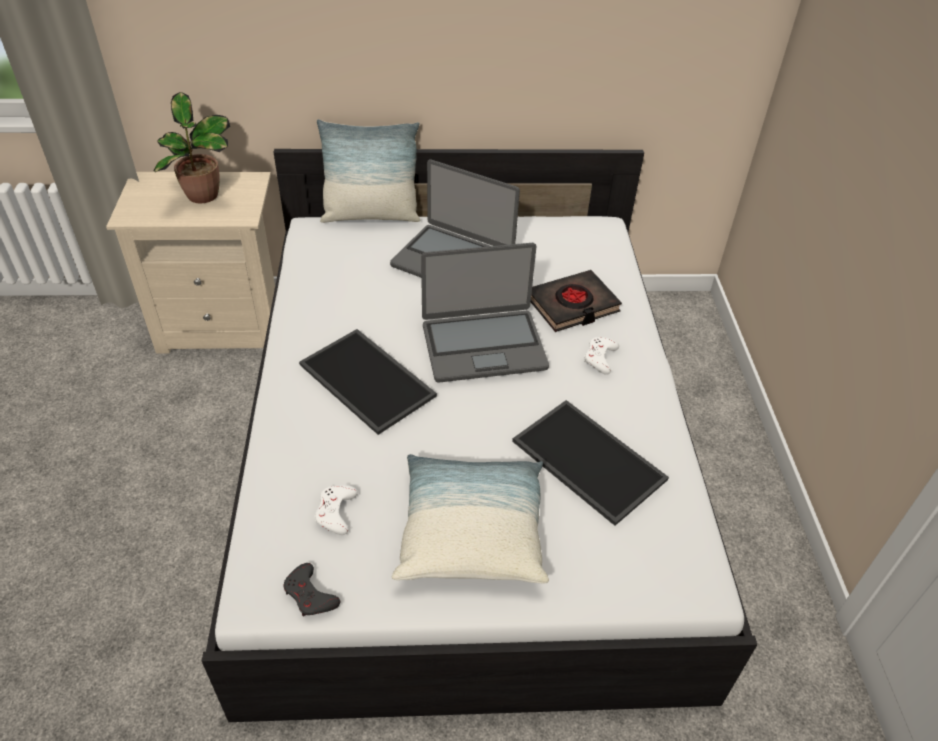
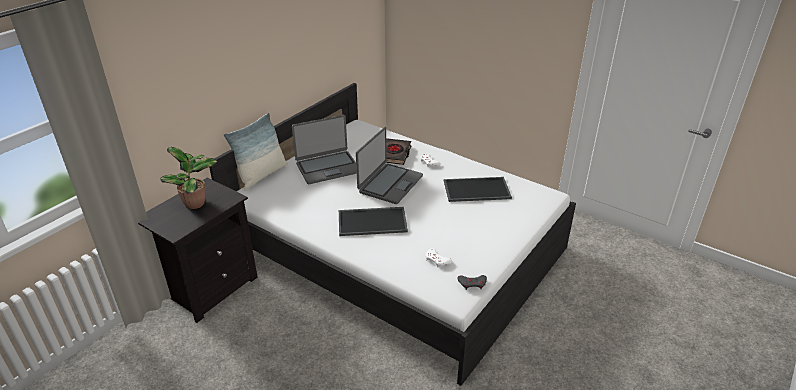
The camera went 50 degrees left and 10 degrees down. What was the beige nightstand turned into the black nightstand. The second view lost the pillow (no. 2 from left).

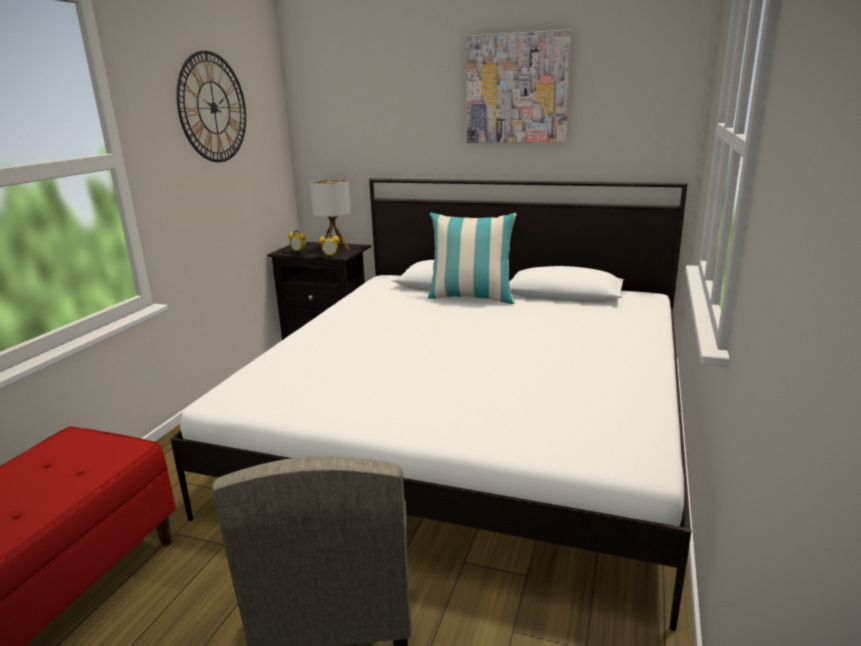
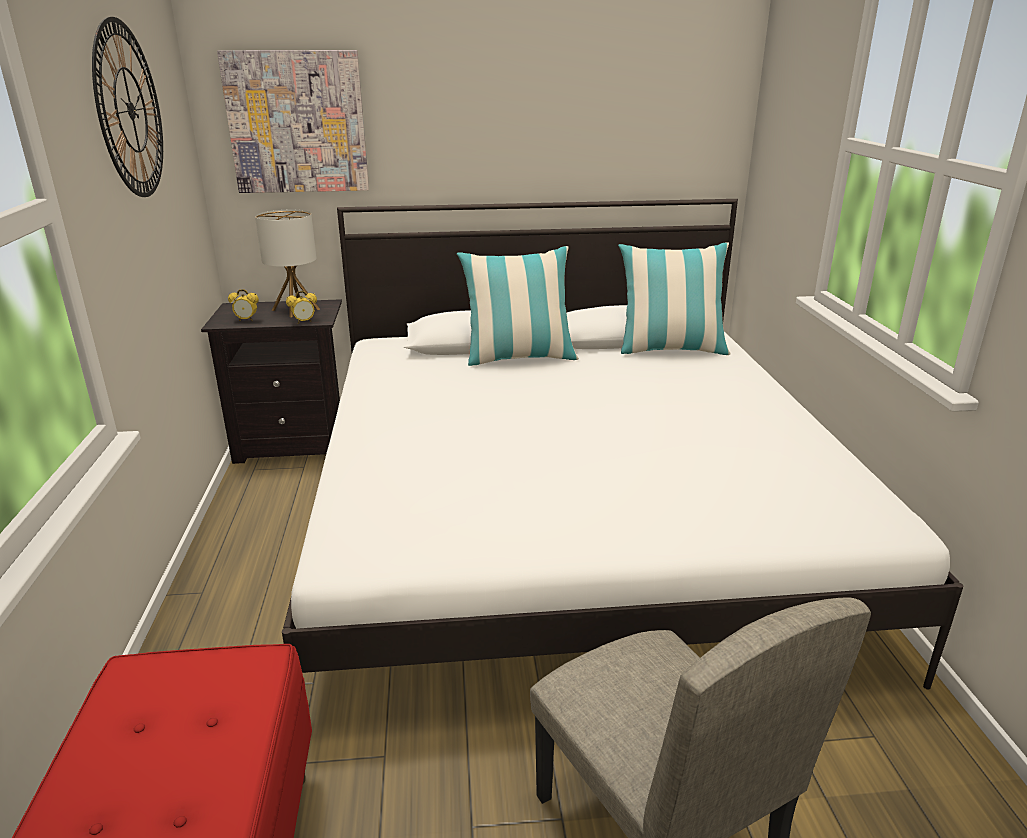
The camera went 25 degrees left and 5 degrees up. The picture ended up elsewhere. The second view gained the pillow (no. 2 from left).

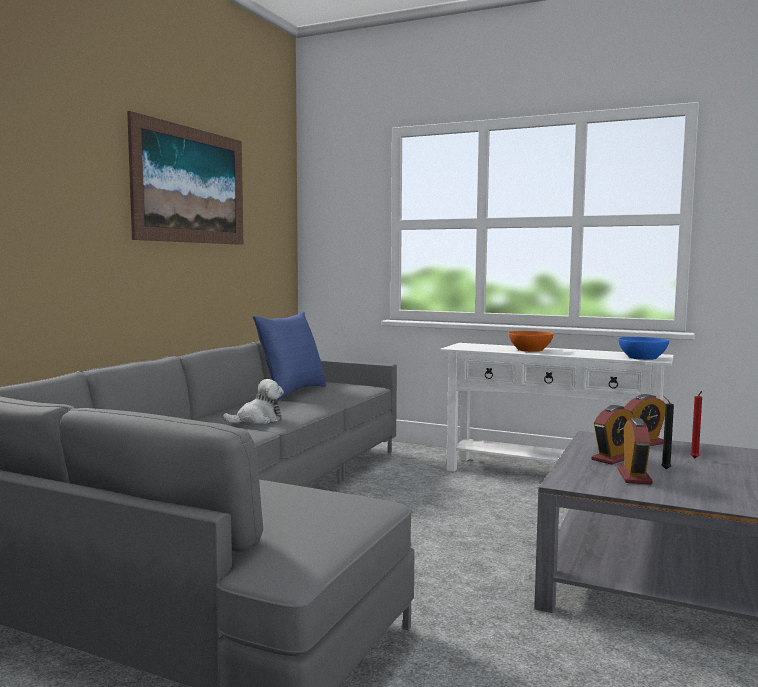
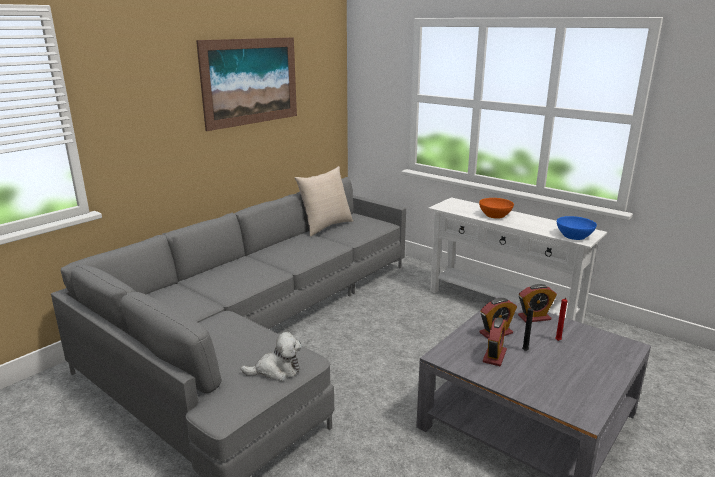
The camera went 15 degrees right and 15 degrees up. The plush toy ended up elsewhere. What was the blue pillow turned into the beige pillow.

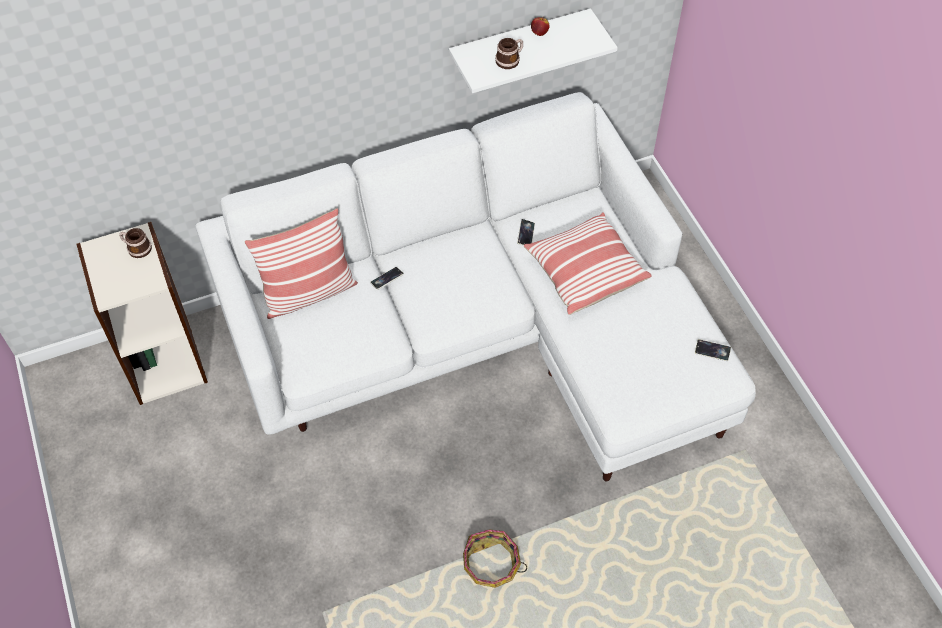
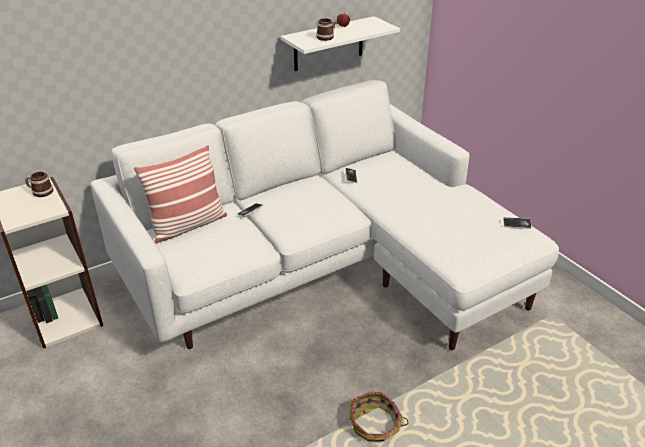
The camera went 10 degrees left and 20 degrees down. The second view lost the pillow (no. 2 from left).

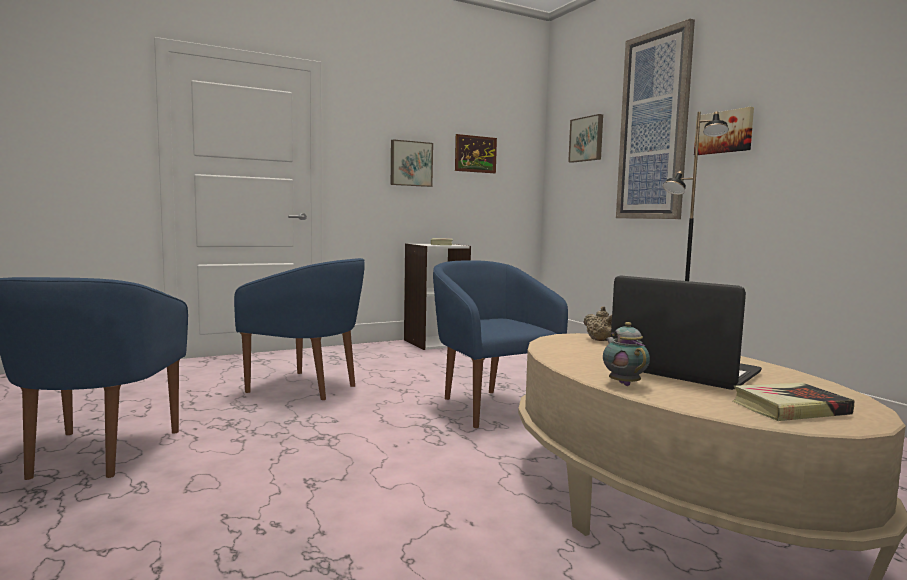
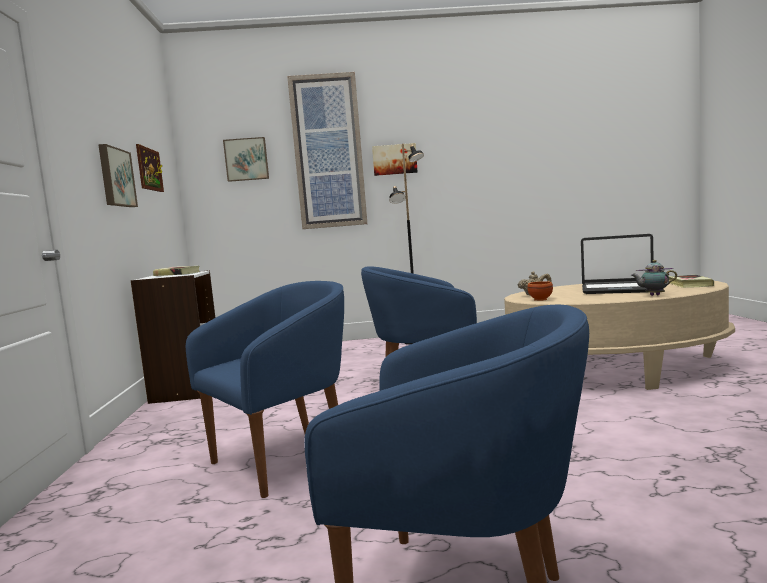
The camera went 65 degrees left and 0 degrees up. The second view gained the brown bowl. The laptop ended up facing another way, 135 degrees counterclockwise from before.

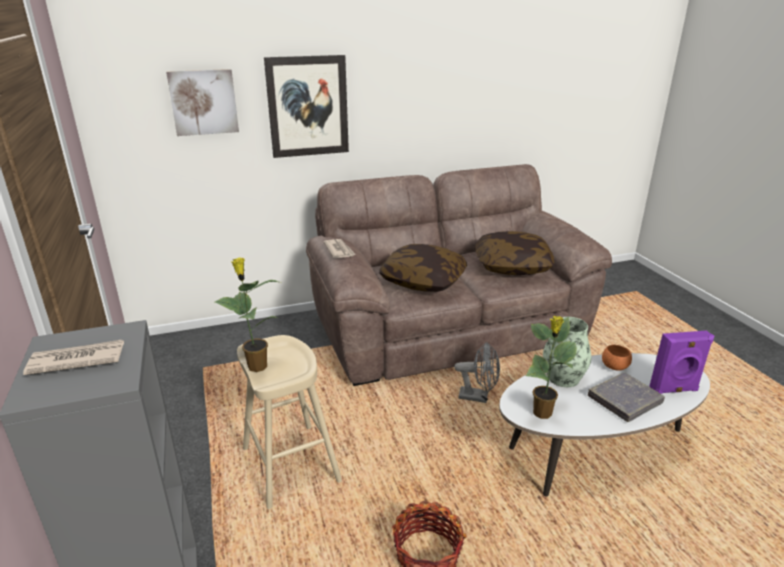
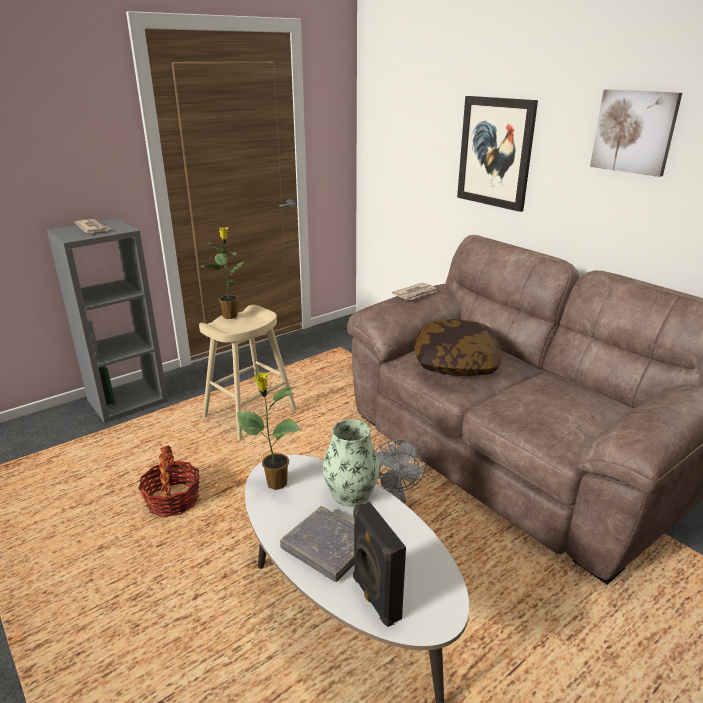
The camera went 70 degrees right and 0 degrees up. What was the purple speaker turned into the black speaker. The picture (no. 1 from left in the first image) ended up elsewhere. The second view lost the pillow (no. 2 from left). The second view lost the orange bowl.

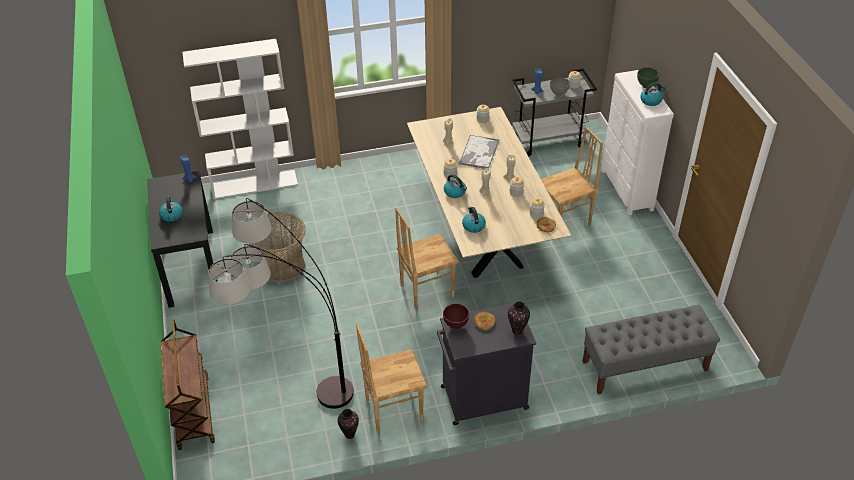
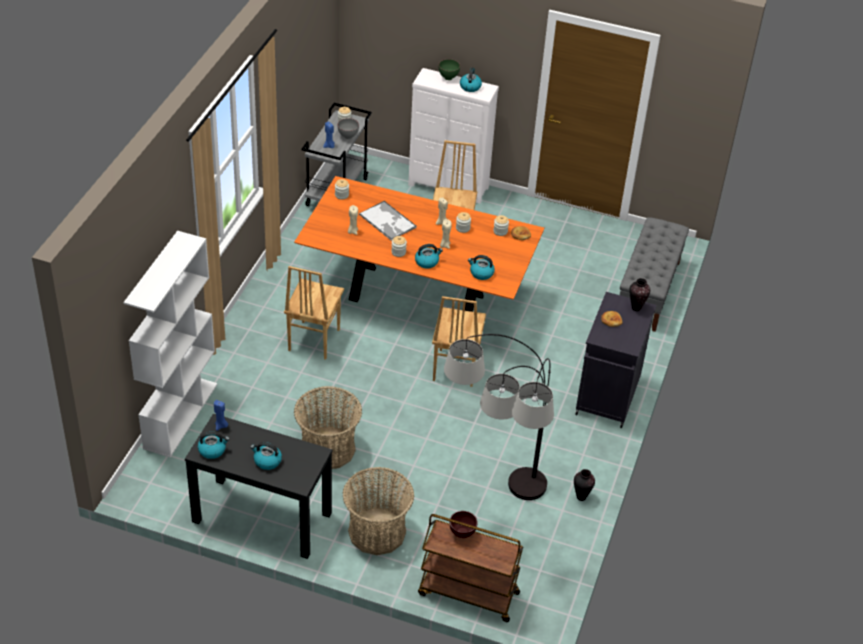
The camera went 60 degrees left and 0 degrees up. The second view gained the kettle (no. 1 from left). The brown chair (no. 1 from left) ended up elsewhere. What was the beige dining table turned into the orange dining table. The second view gained the basket (no. 2 from left). The brown bowl ended up elsewhere.

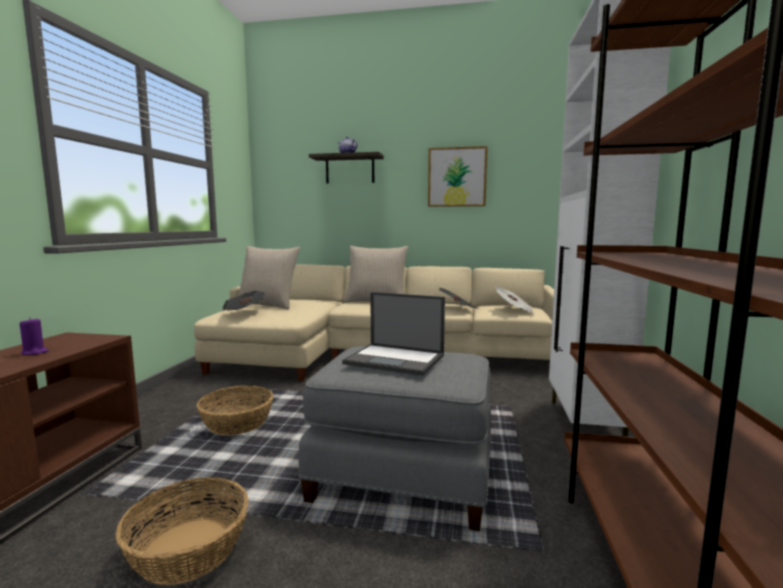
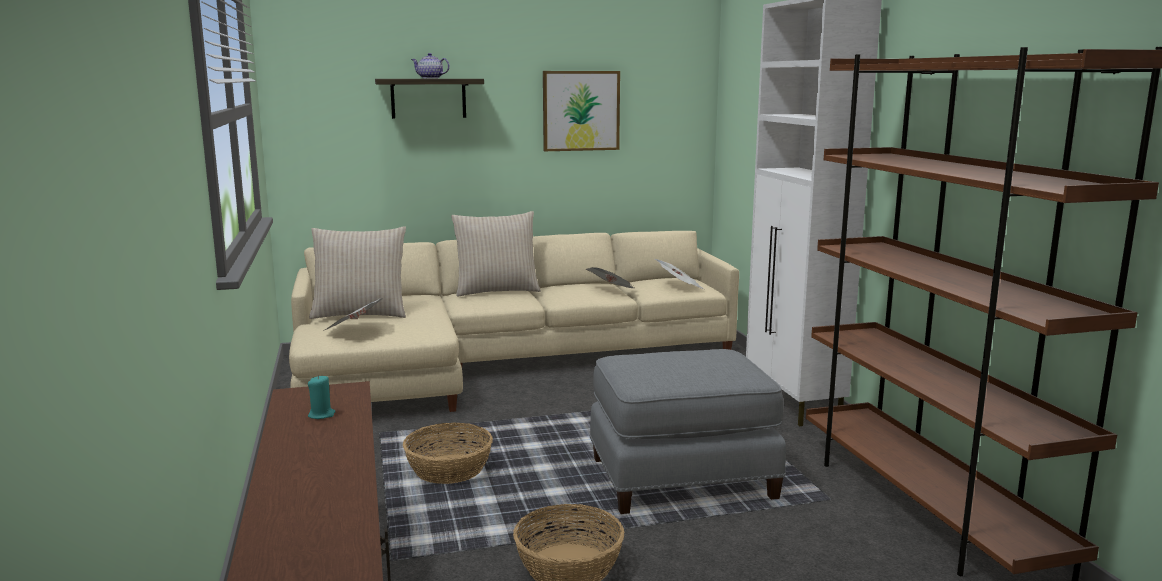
The camera went 25 degrees left and 5 degrees up. What was the purple candle turned into the turquoise candle. The second view lost the laptop.

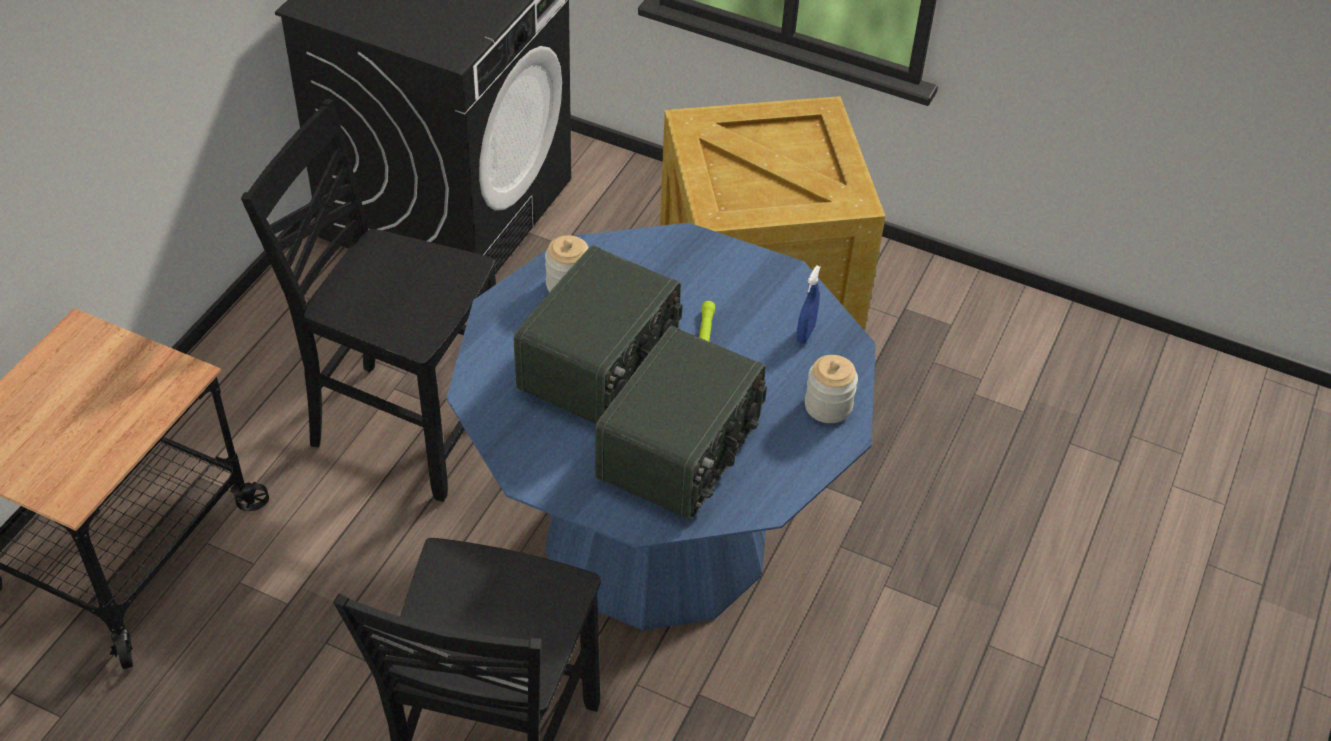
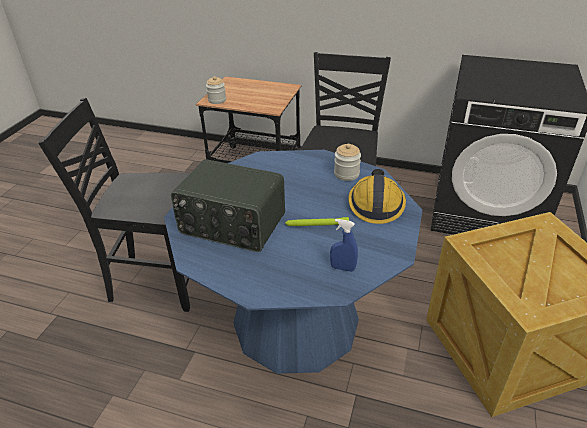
The camera went 85 degrees right and 10 degrees down. The jar (no. 2 from left in the first image) ended up elsewhere. The second view gained the hard hat. The second view lost the radio (no. 1 from left).

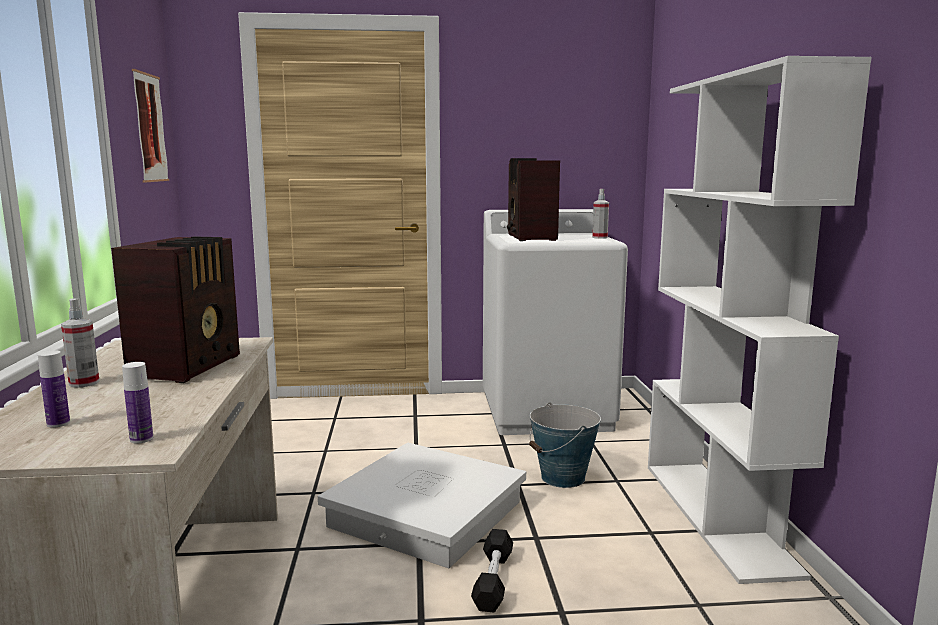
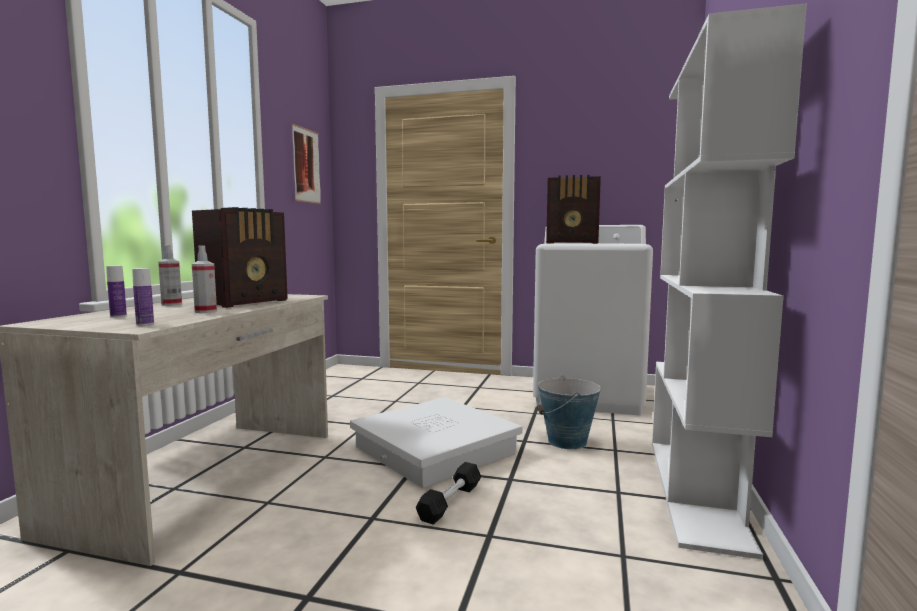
The camera went 20 degrees right and 5 degrees down. The spray bottle (no. 2 from left) ended up elsewhere. The radio (no. 2 from left) ended up facing another way, 90 degrees counterclockwise from before.

